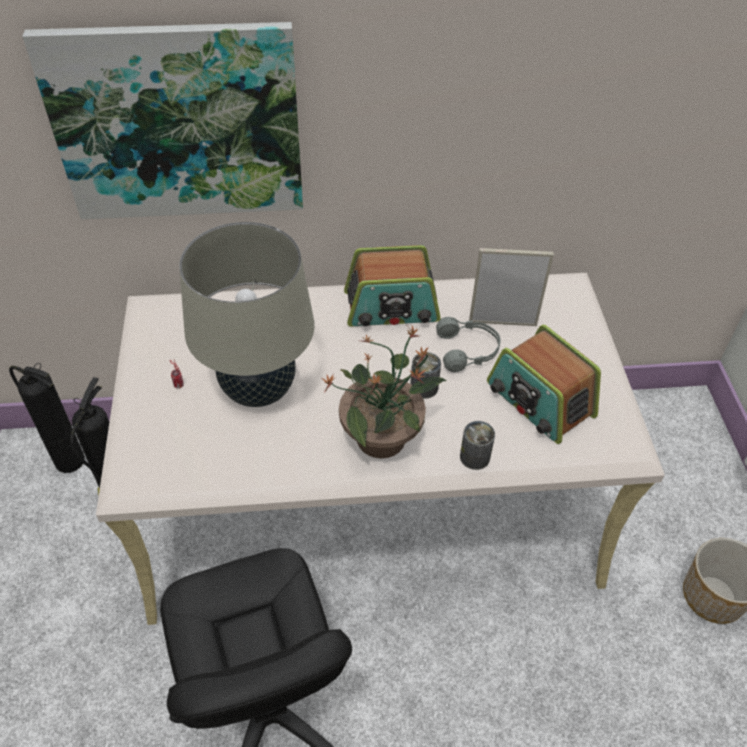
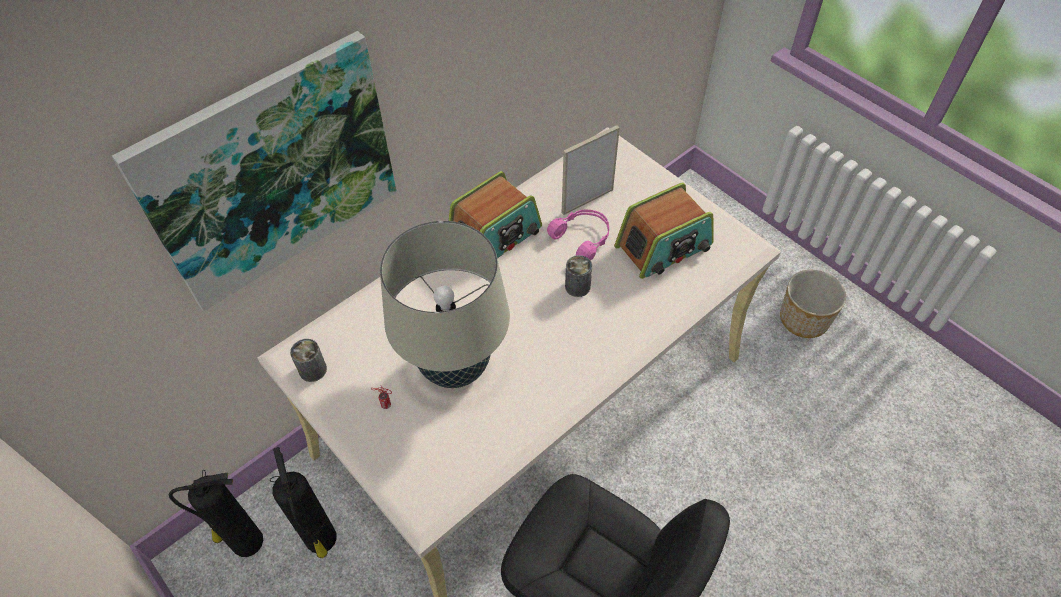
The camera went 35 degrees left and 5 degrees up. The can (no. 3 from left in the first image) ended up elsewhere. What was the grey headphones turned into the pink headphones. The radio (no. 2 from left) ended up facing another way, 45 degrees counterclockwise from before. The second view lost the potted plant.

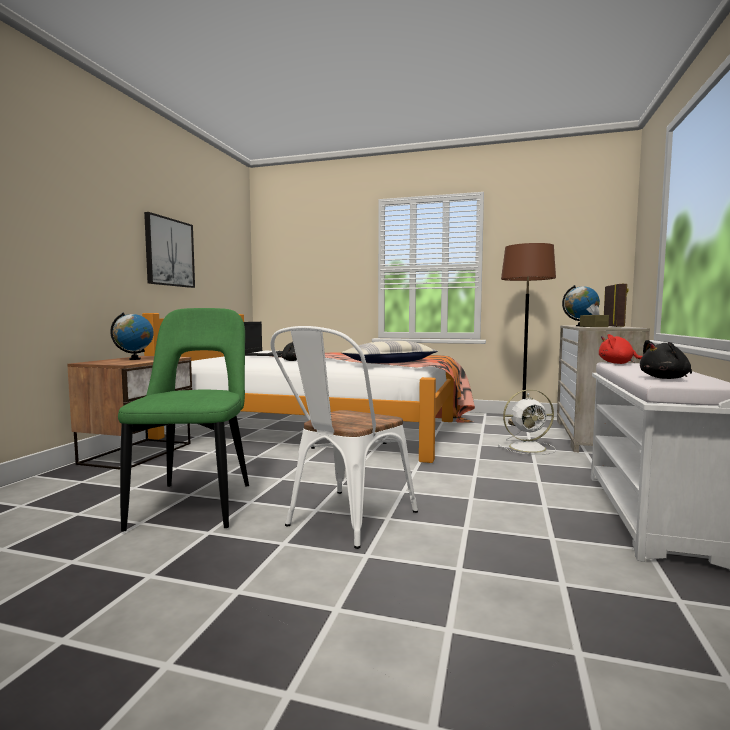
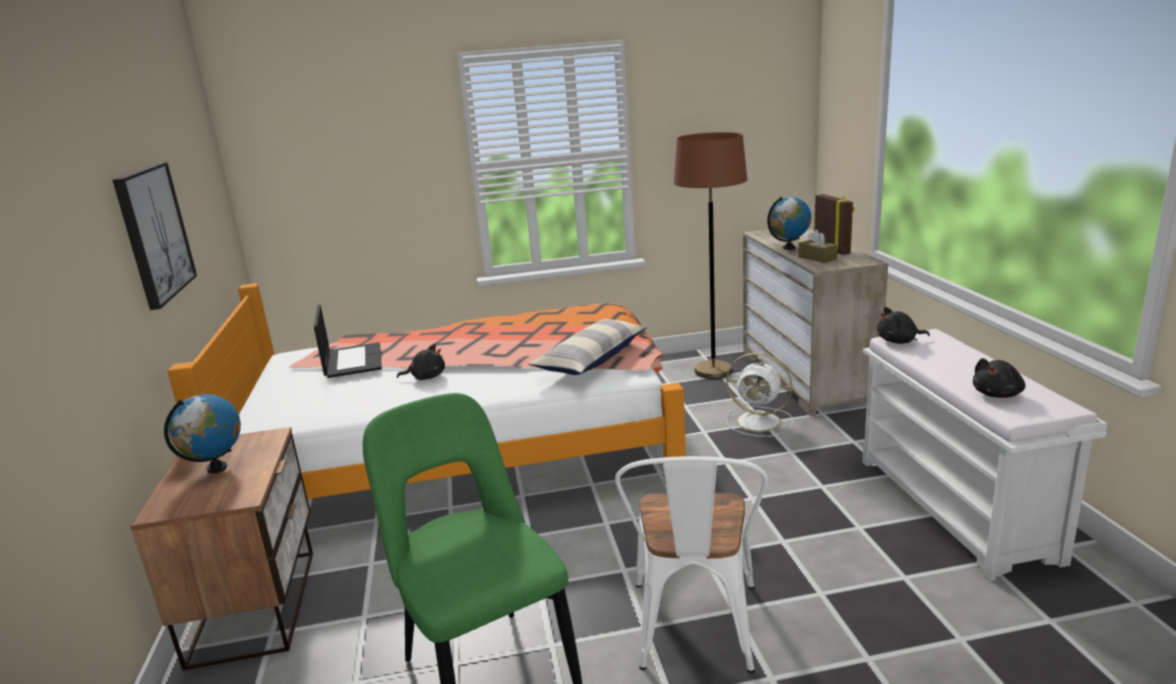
The camera went 25 degrees left and 15 degrees up. The white fan ended up facing another way, 60 degrees clockwise from before. What was the red plush toy turned into the black plush toy (no. 2 from left).

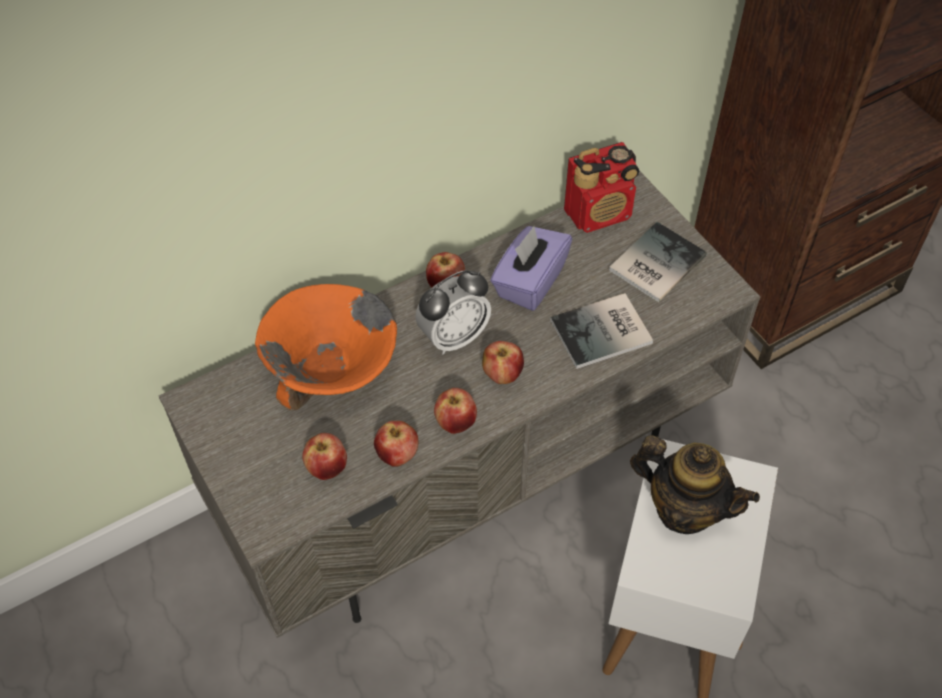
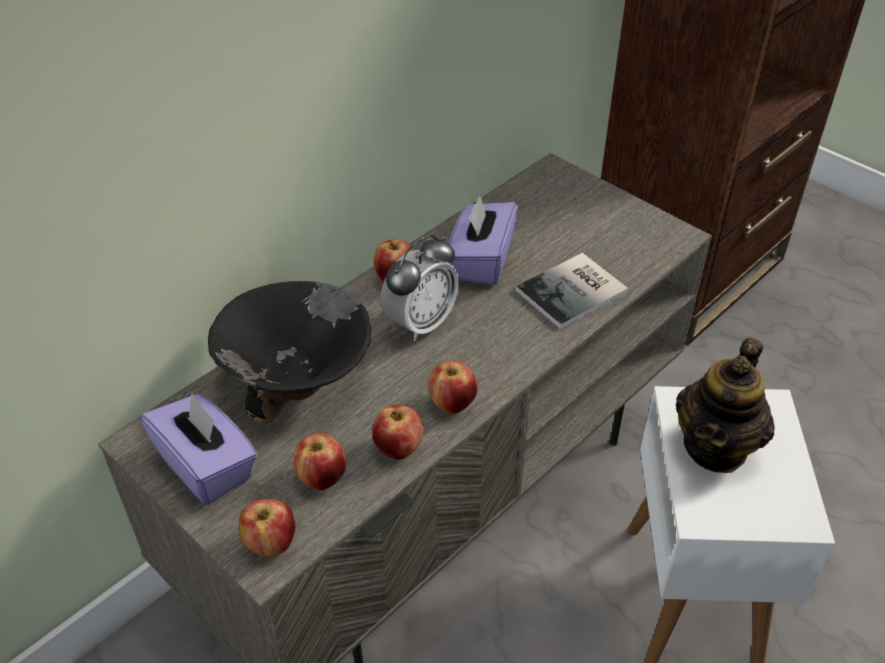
The camera went 15 degrees left and 10 degrees down. The second view gained the purple tissue box (no. 1 from left). What was the orange bowl turned into the black bowl. The apple (no. 5 from left in the first image) ended up elsewhere. The teapot ended up facing another way, 105 degrees clockwise from before. The second view lost the radio. The second view lost the book (no. 2 from left).

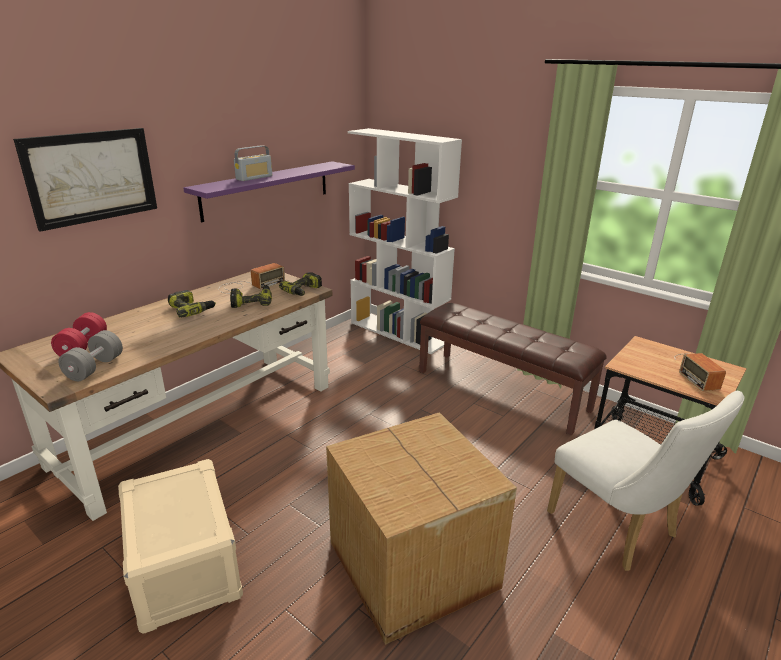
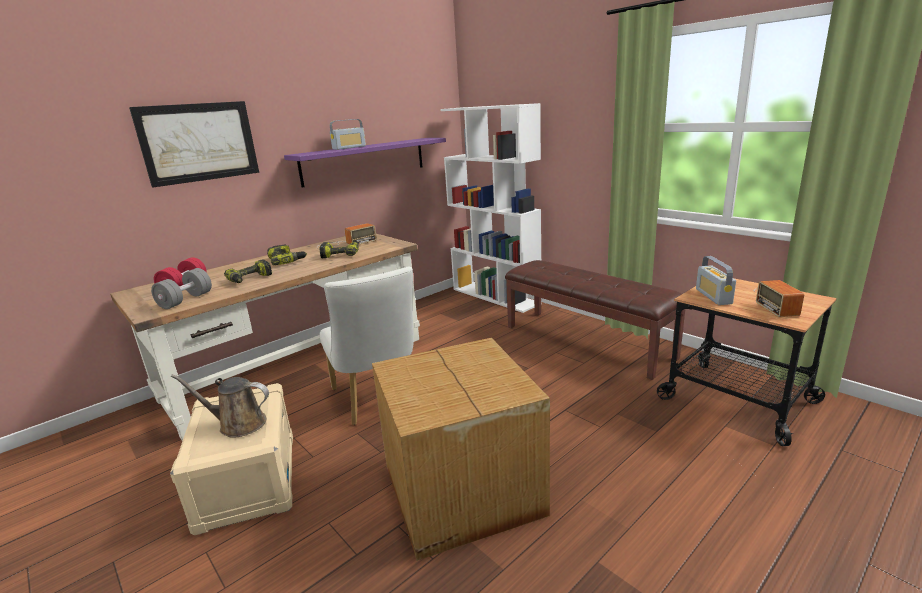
The camera went 10 degrees right and 5 degrees down. The second view gained the brown watering can. The power drill (no. 3 from left in the first image) ended up elsewhere. The white chair ended up elsewhere. The second view gained the radio (no. 3 from left).

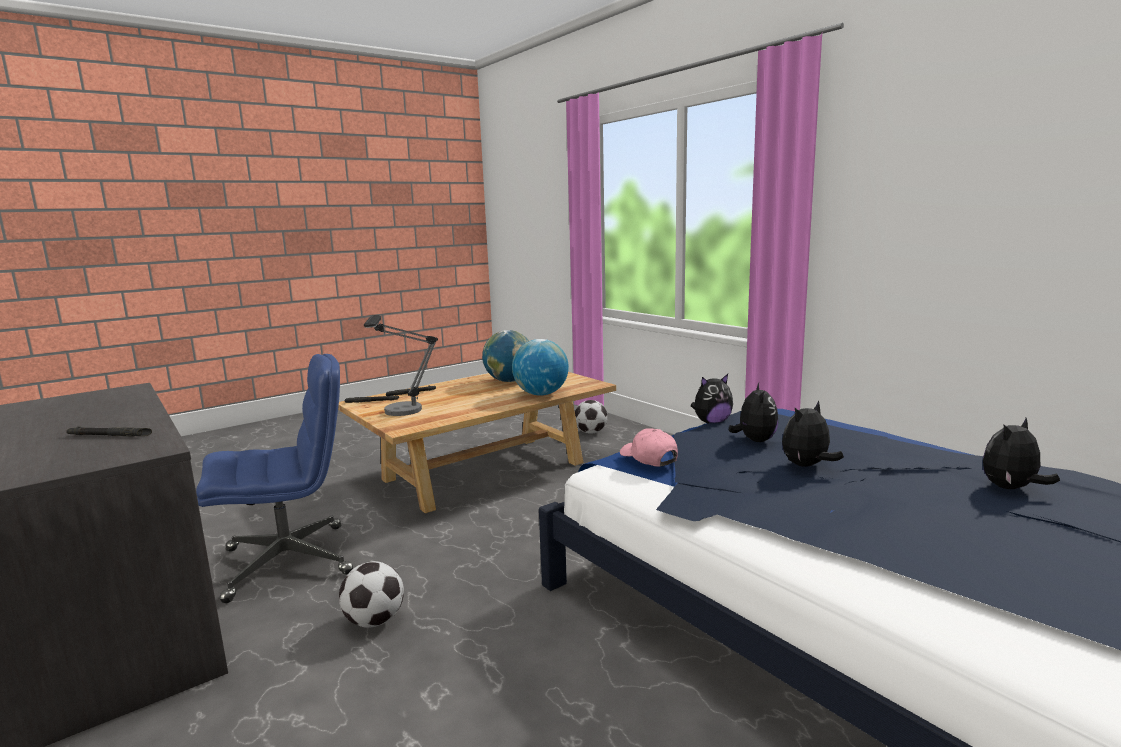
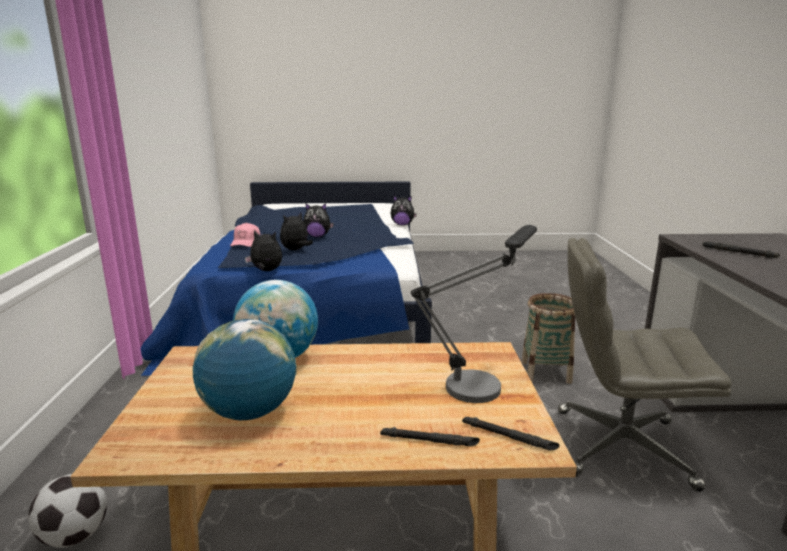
The camera went 145 degrees left and 5 degrees up. The pink cap ended up elsewhere. The plush toy (no. 4 from left) ended up elsewhere. Where the football (no. 1 from left) stood, the basket came to stand. What was the blue office chair turned into the grey office chair.

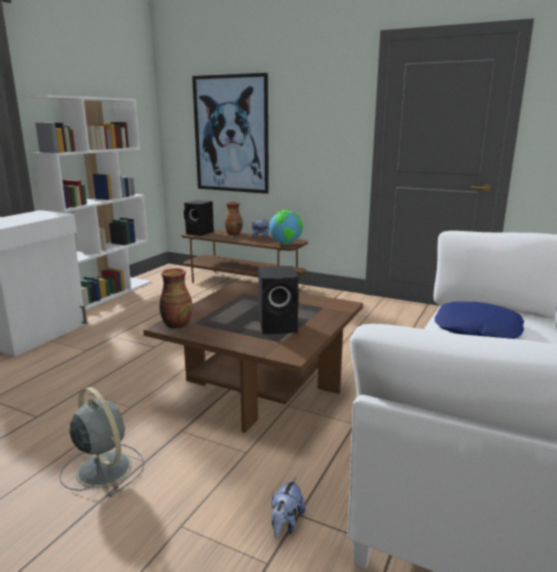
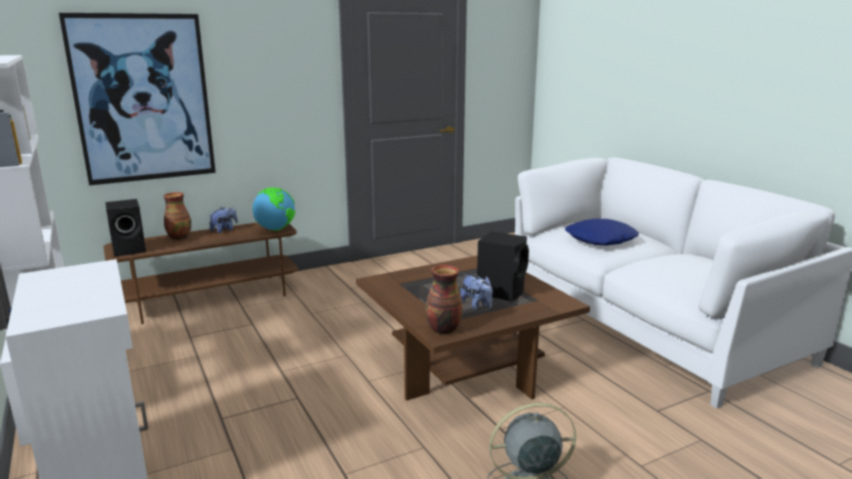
The camera went 55 degrees left and 0 degrees up. The plush toy (no. 2 from left) ended up elsewhere.

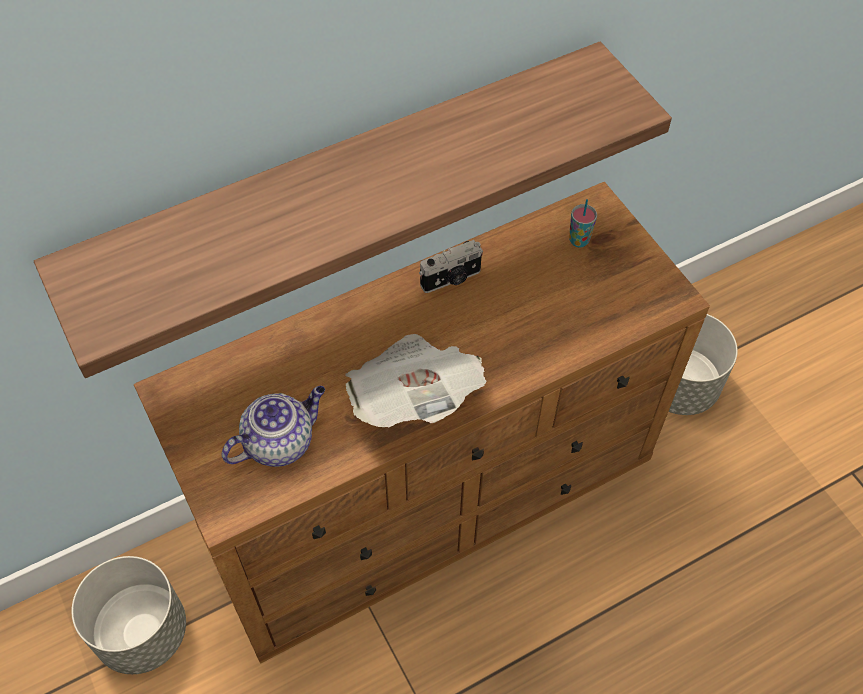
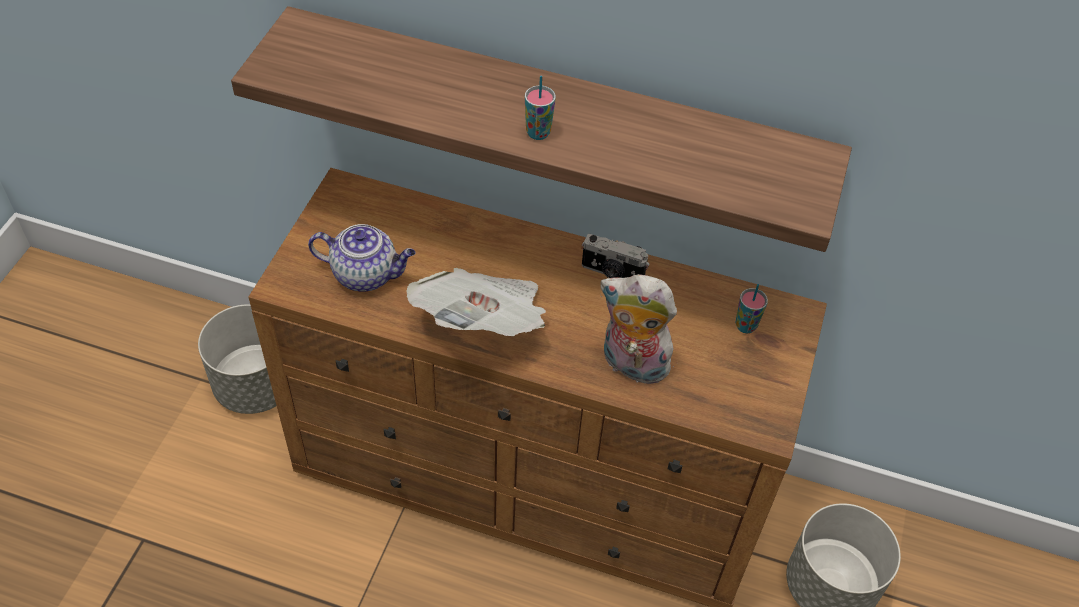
The camera went 45 degrees right and 5 degrees down. The second view gained the cup (no. 1 from left). The second view gained the plush toy.

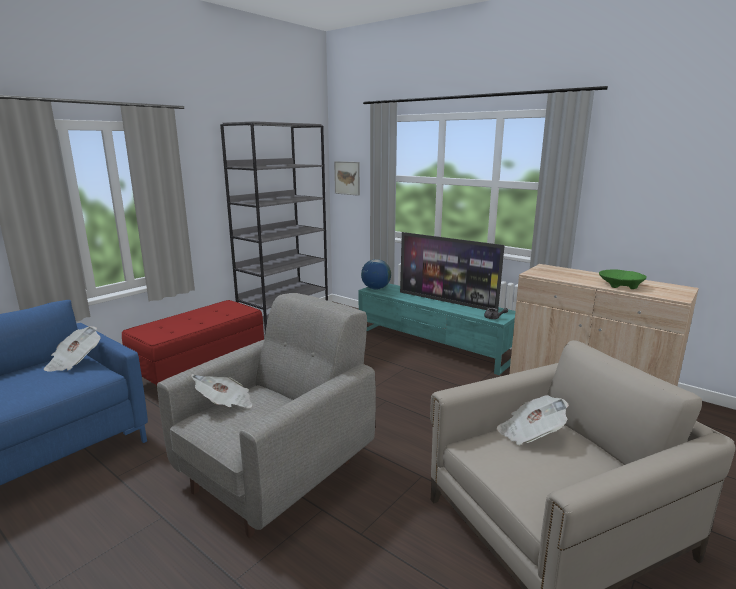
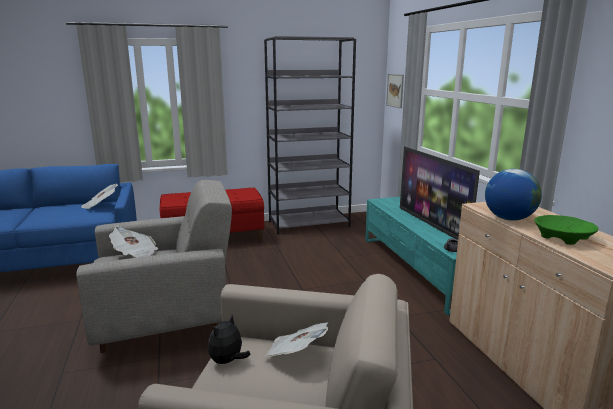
The camera went 35 degrees right and 0 degrees up. The second view gained the plush toy. The globe ended up elsewhere.

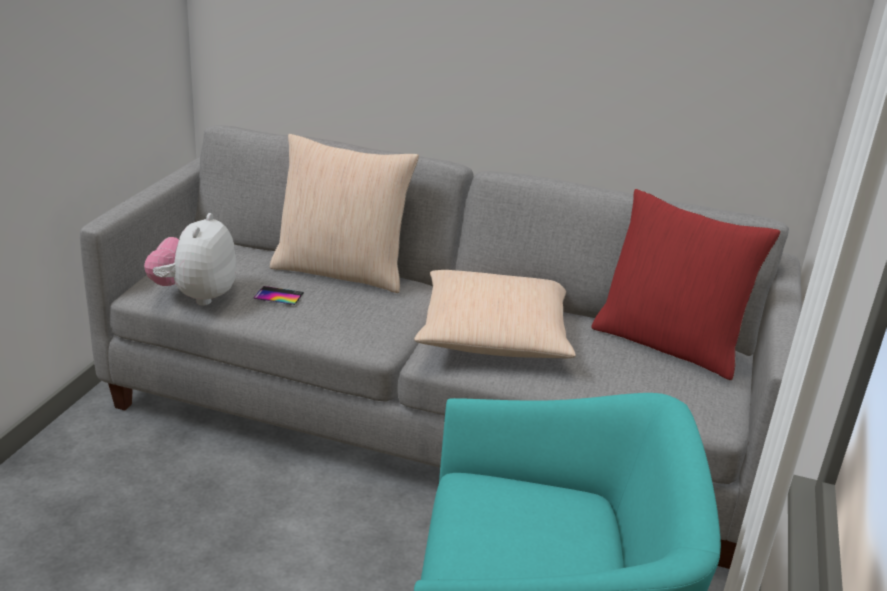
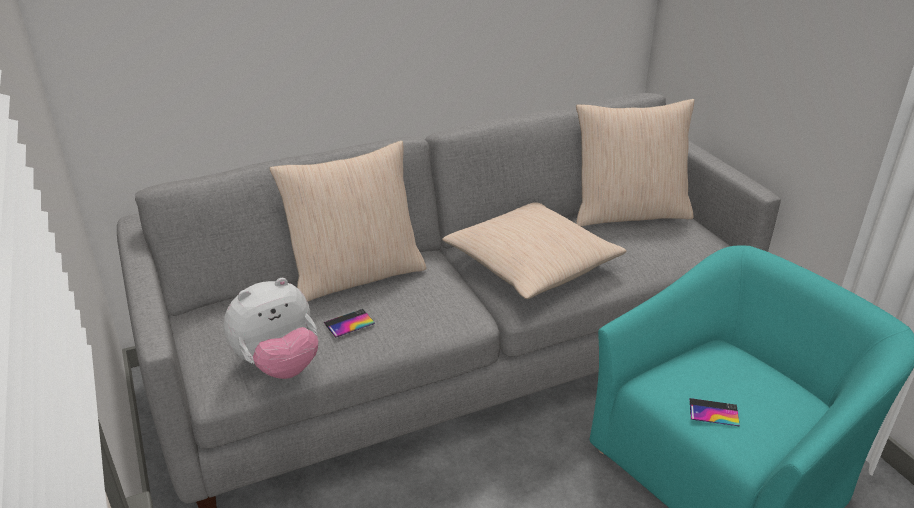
The camera went 40 degrees left and 5 degrees up. The plush toy ended up facing another way, 90 degrees counterclockwise from before. What was the red pillow turned into the beige pillow (no. 3 from left). The second view gained the phone (no. 2 from left).

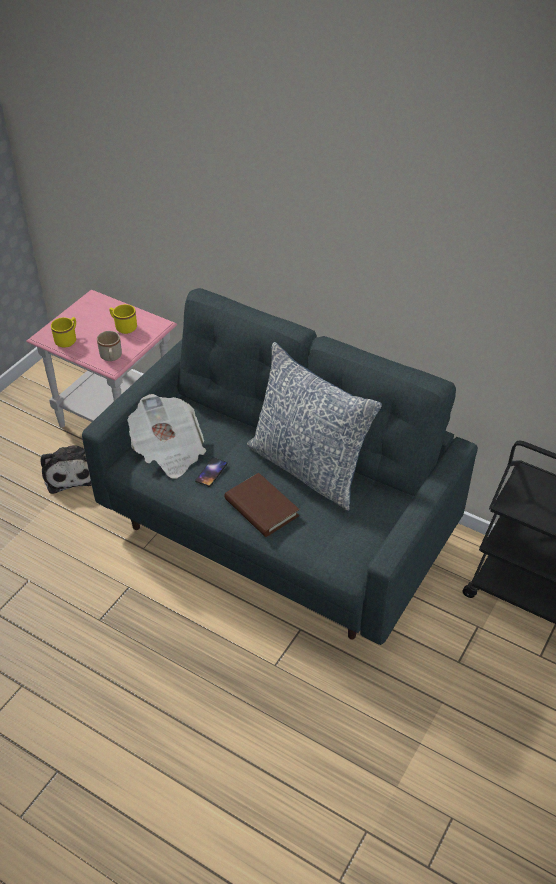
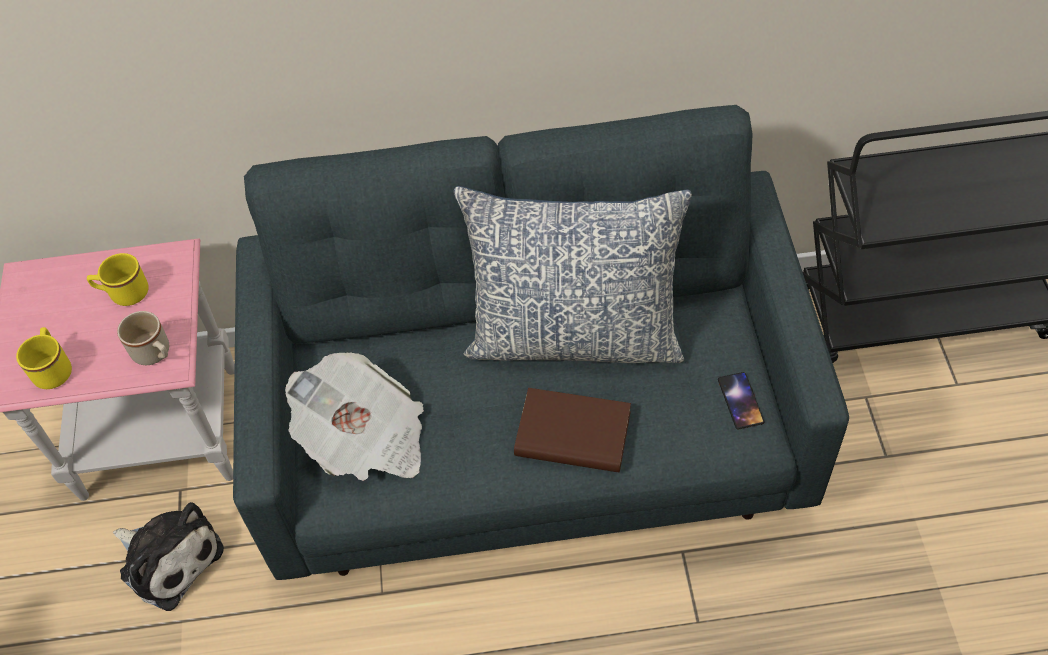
The camera went 35 degrees left and 10 degrees up. The phone ended up elsewhere.

